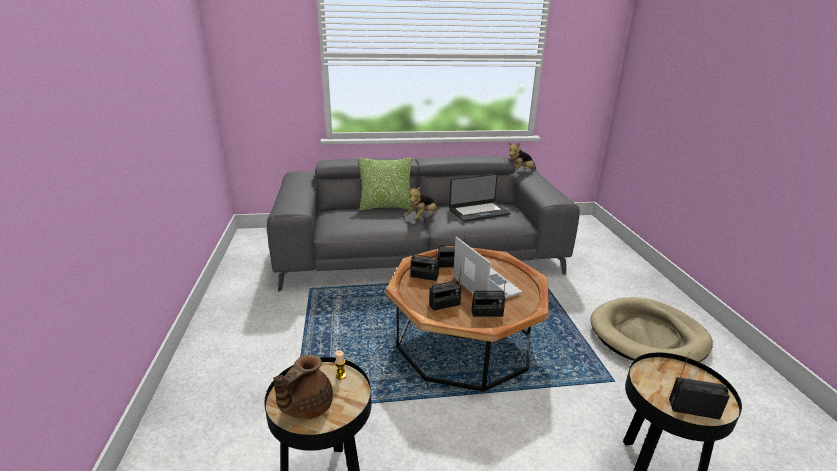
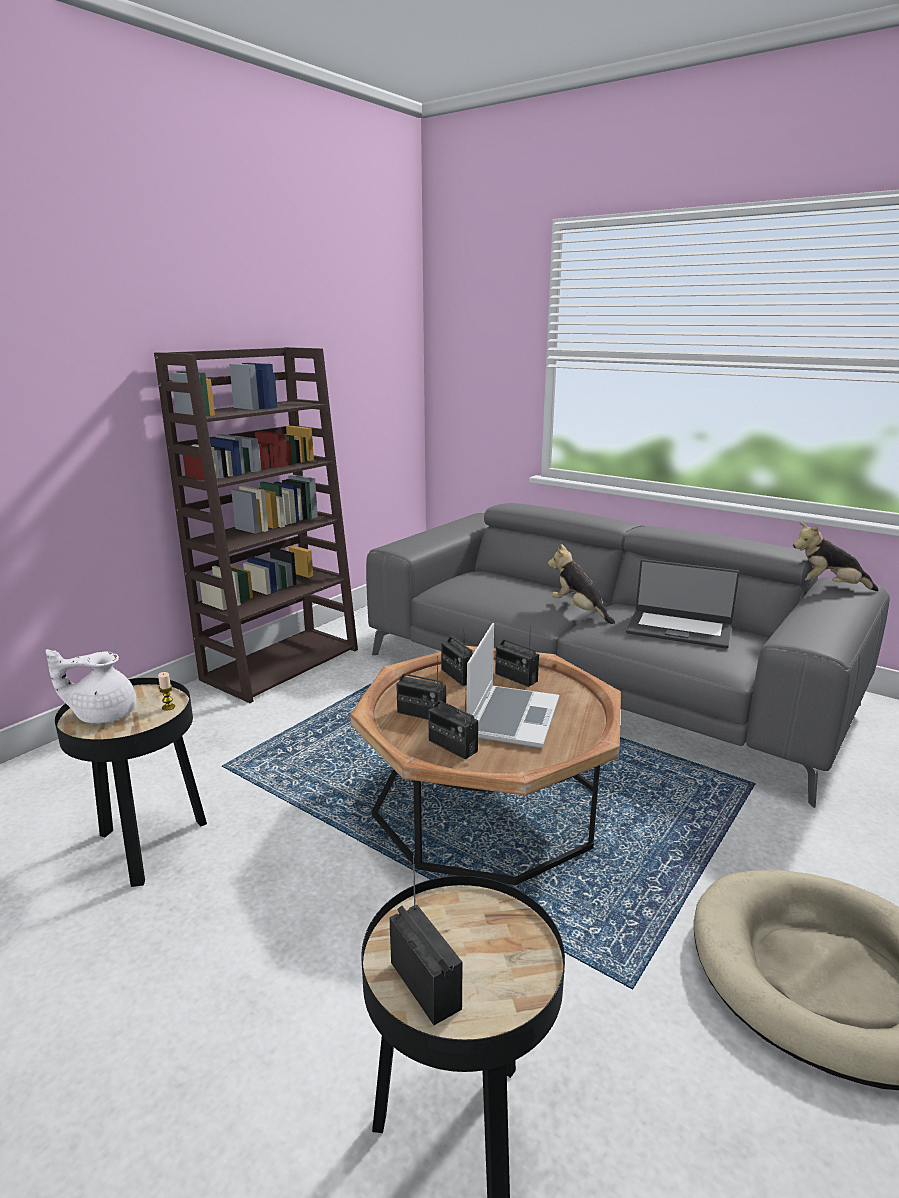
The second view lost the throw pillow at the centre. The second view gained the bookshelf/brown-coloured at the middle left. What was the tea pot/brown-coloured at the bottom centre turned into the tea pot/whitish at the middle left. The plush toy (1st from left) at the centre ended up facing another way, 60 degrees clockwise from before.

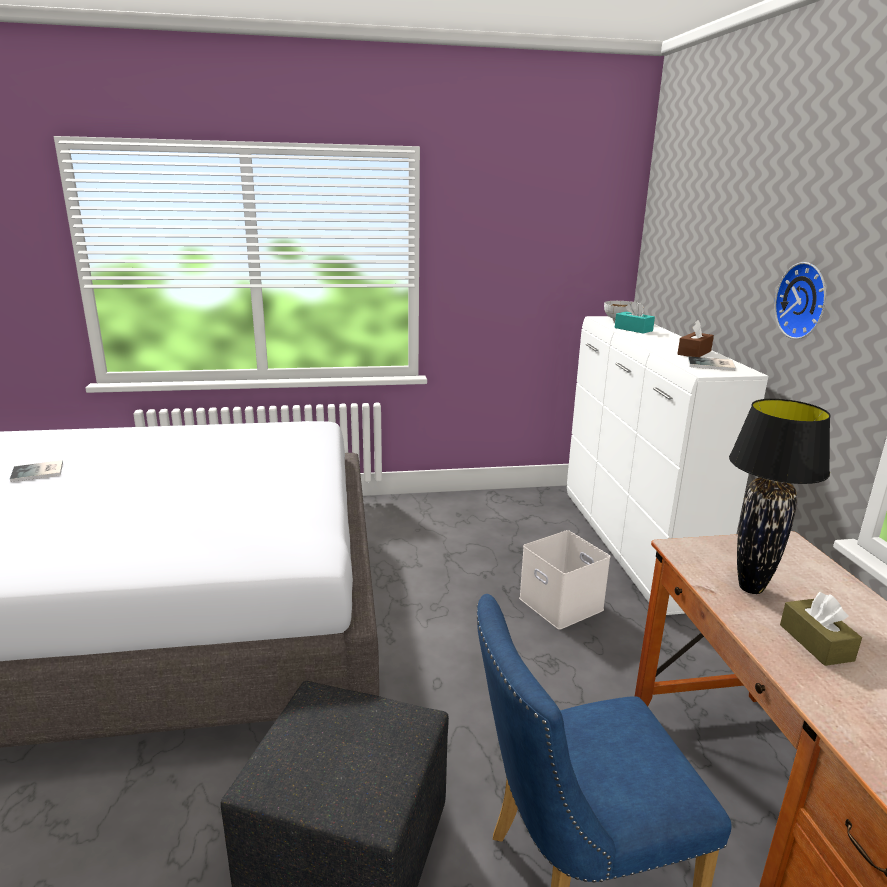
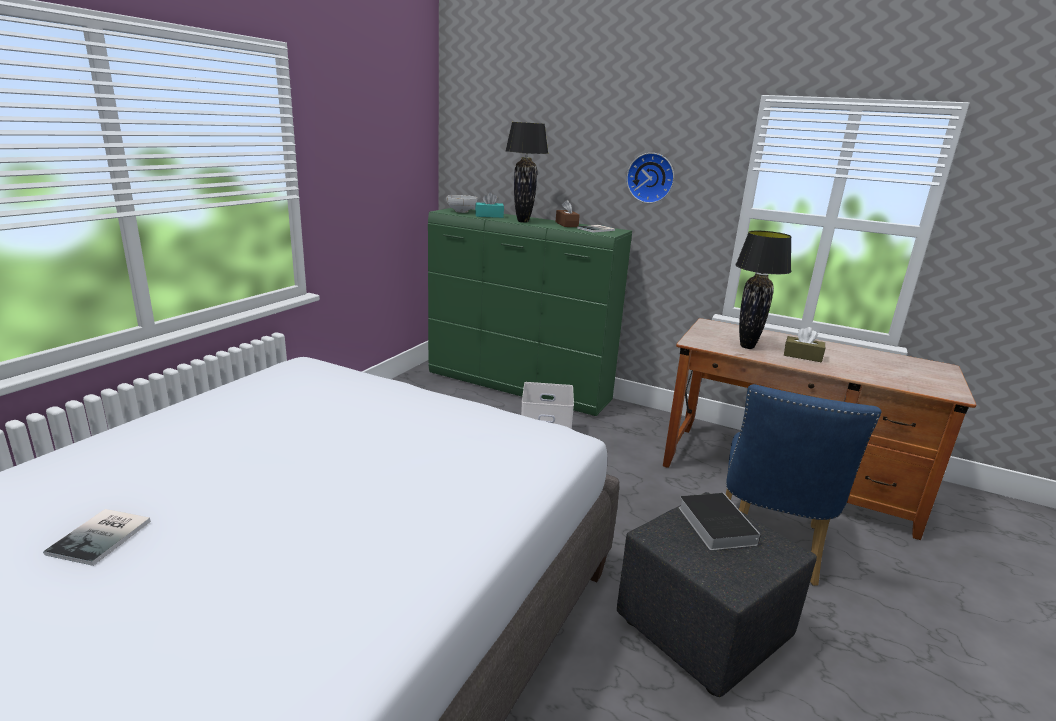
The second view gained the tabletop lamp/black-coloured (1st from left) at the top centre. The second view gained the bound book (3rd from left) at the bottom right. What was the chest of drawers/whitish at the middle right turned into the chest of drawers/green-coloured at the centre.

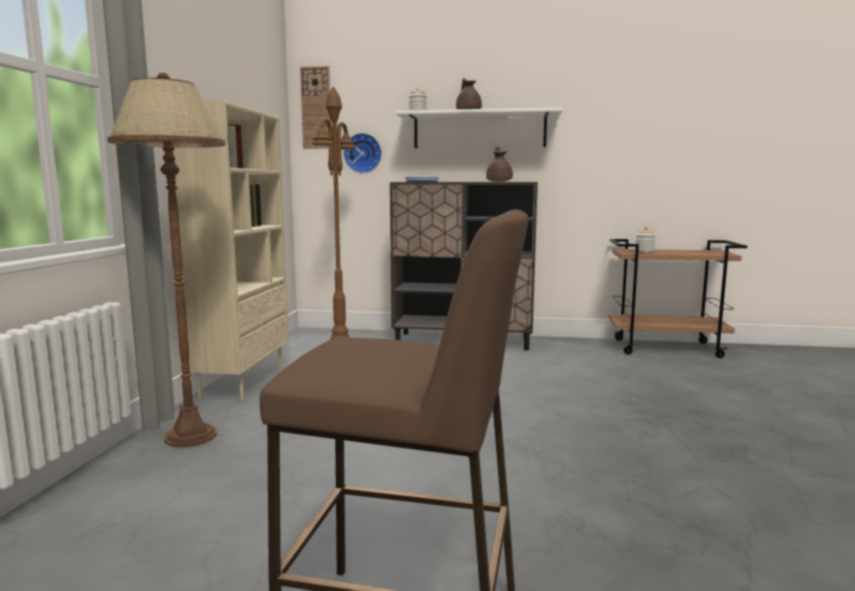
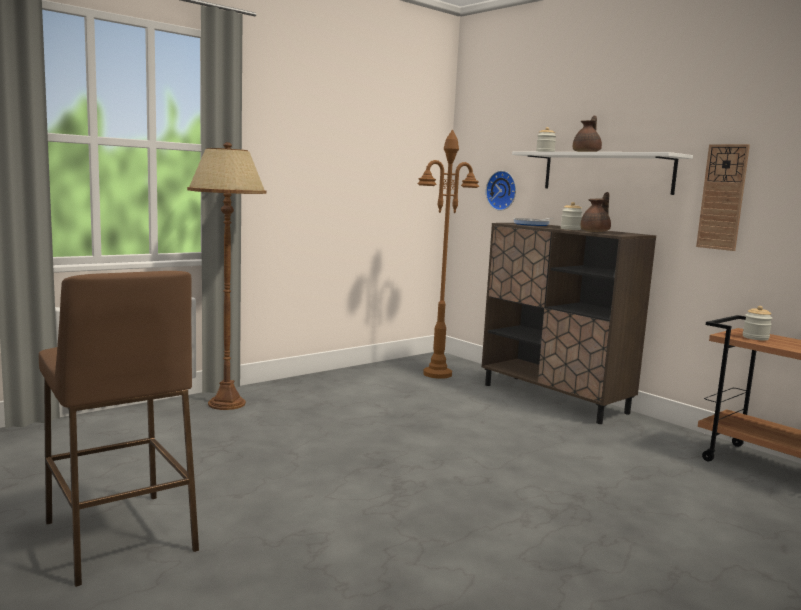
The second view lost the bookshelf/beige-coloured at the middle left. The second view gained the storage jar (2nd from left) at the middle right. The hanging clock (1st from left in the first image) ended up elsewhere, having gone from the top centre to the top right.

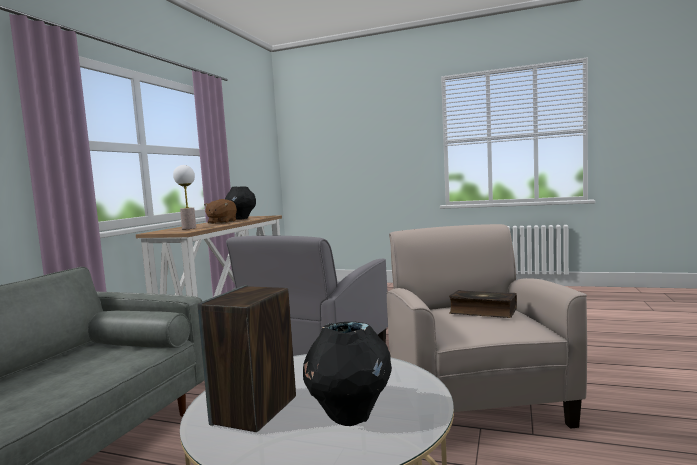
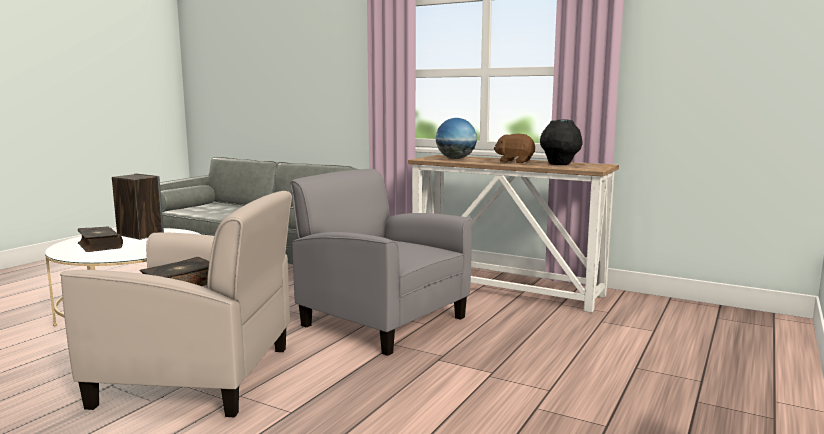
Where the tabletop lamp stood at the middle left, the globe came to stand at the top centre. Where the flower vase/black-coloured (2nd from left) stood at the bottom centre, the bound book (1st from left) came to stand at the middle left.

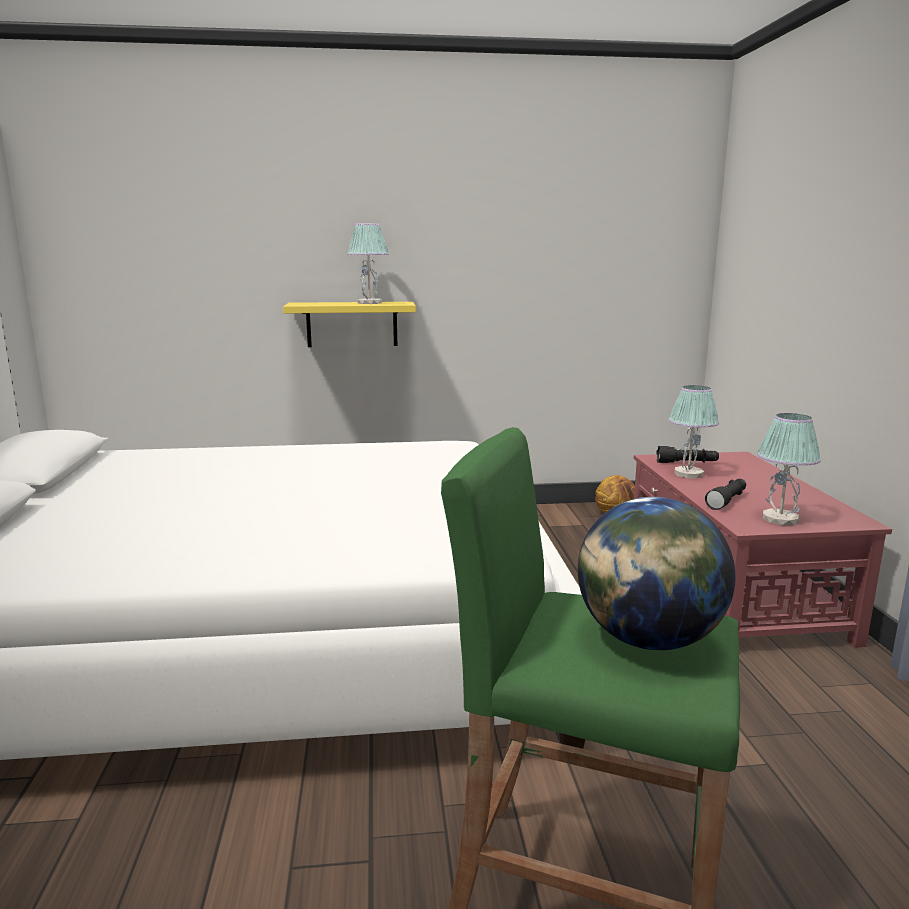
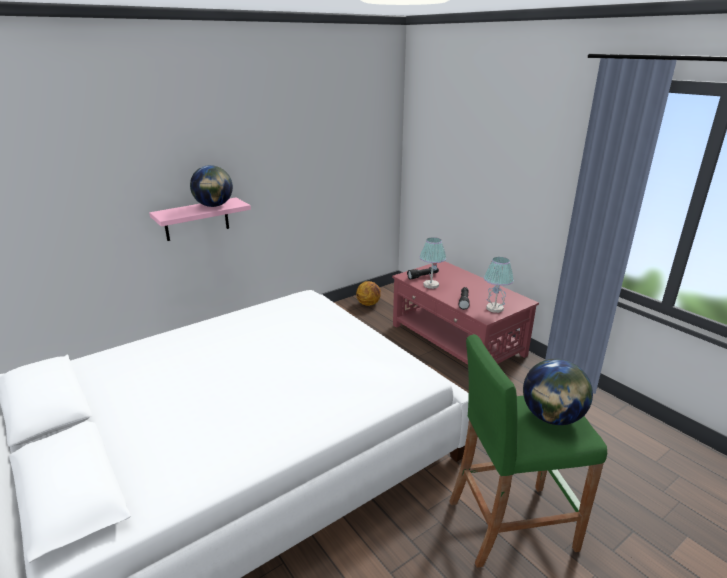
Where the tabletop lamp (1st from left) stood at the top centre, the globe (1st from left) came to stand at the top left. What was the shelf/yellow at the centre turned into the shelf/pink-coloured at the middle left.

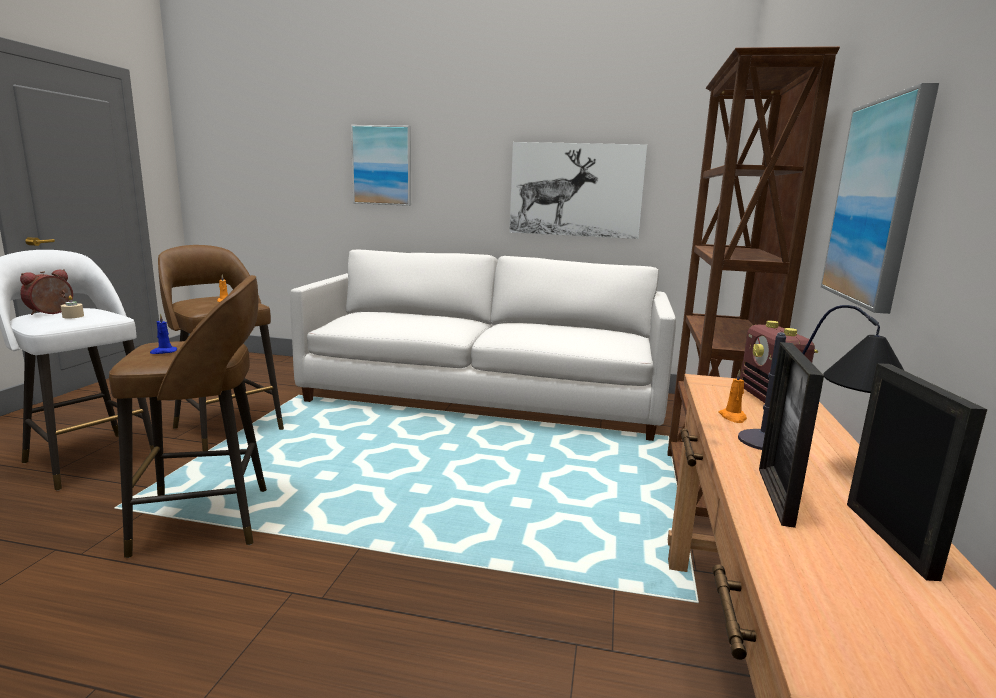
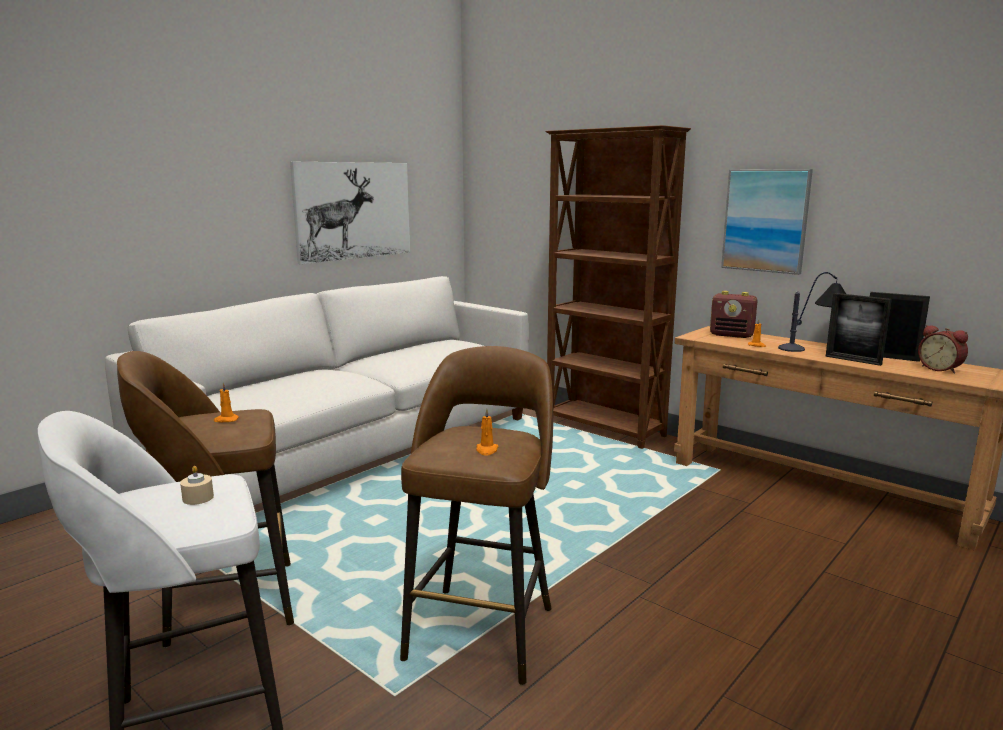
The second view lost the wall picture (1st from left) at the top centre. The table clock ended up elsewhere, having gone from the middle left to the middle right. What was the wax candle/blue at the middle left turned into the wax candle/orangey (2nd from left) at the centre.

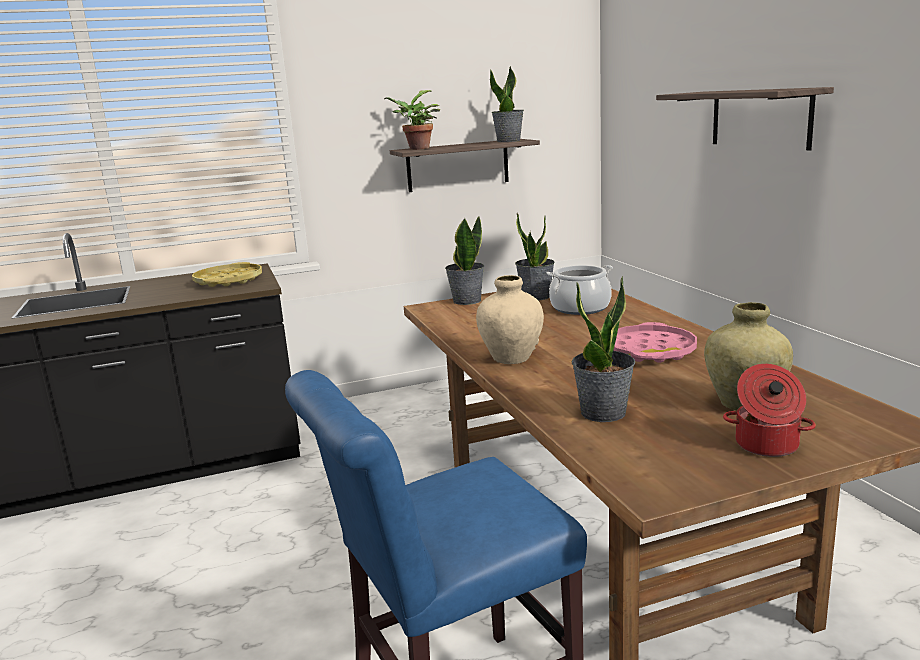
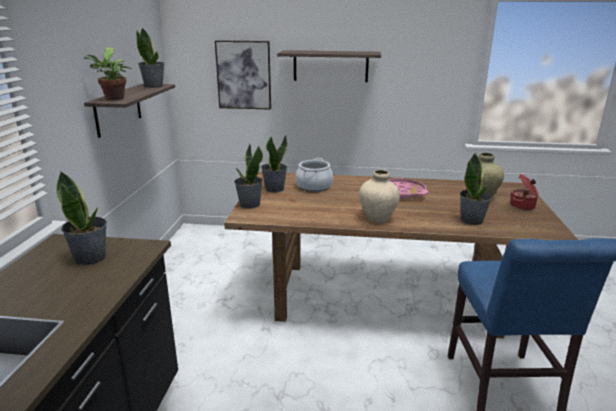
The second view gained the wall picture at the top centre. Where the carrying tray/yellow stood at the middle left, the plant in a pot (1st from left) came to stand at the middle left.

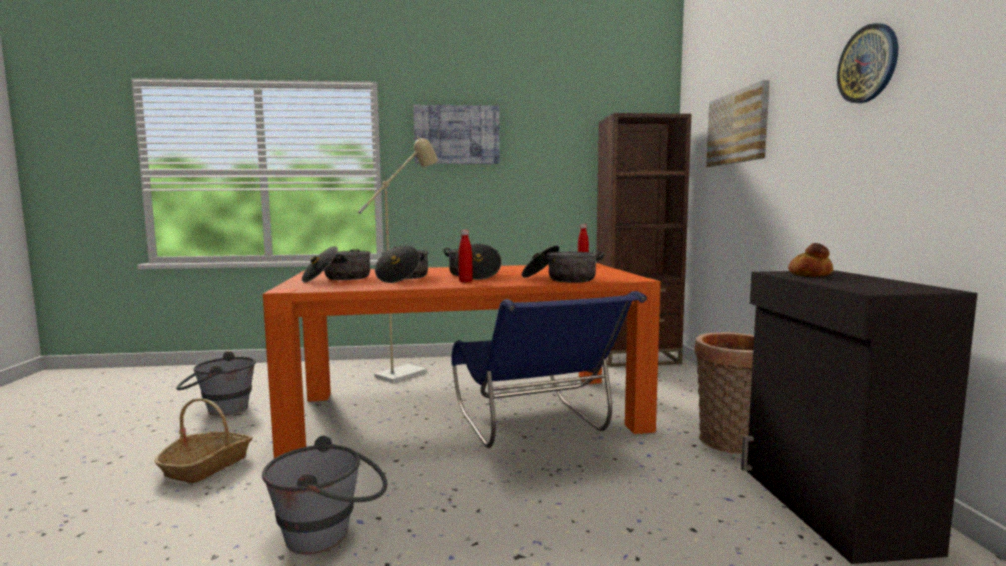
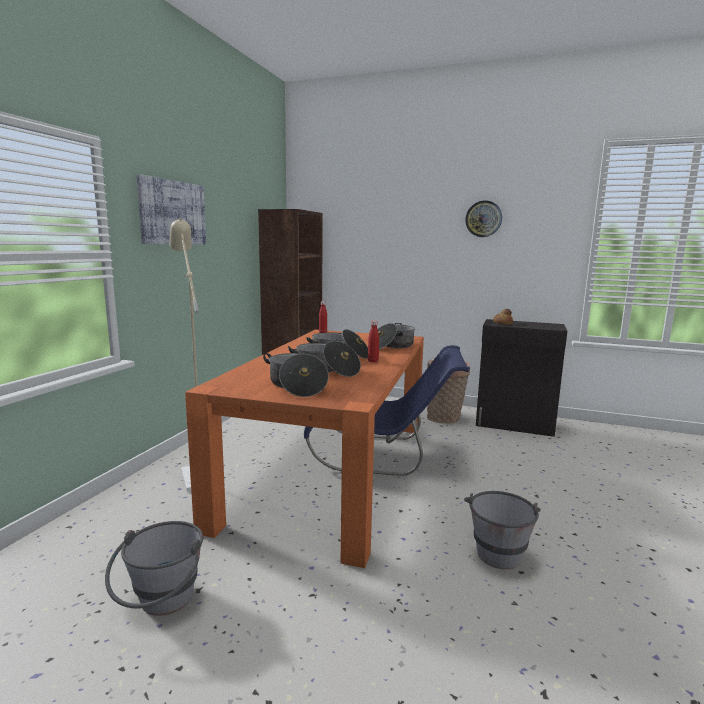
The second view lost the basket (1st from left) at the bottom left. The second view lost the wall picture (2nd from left) at the top right.

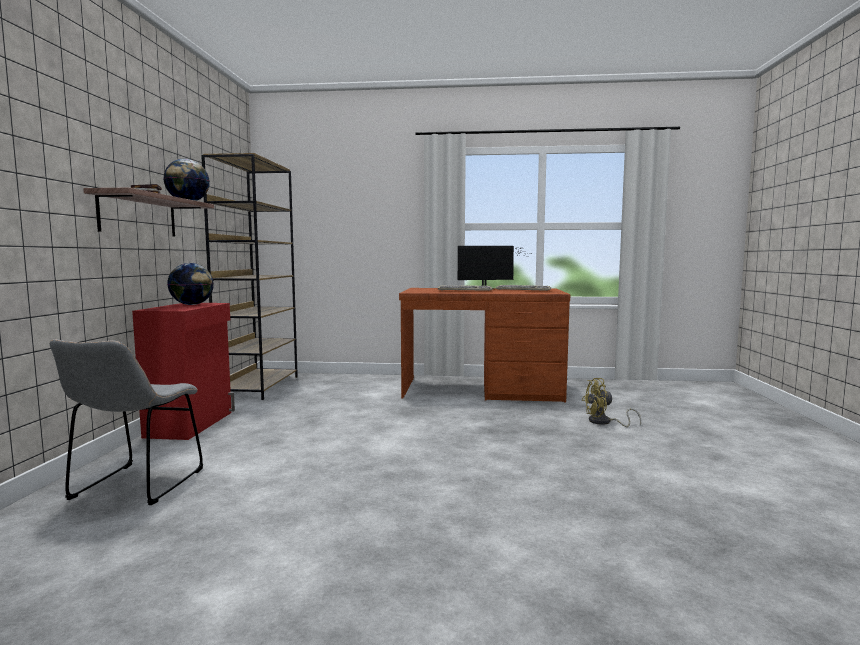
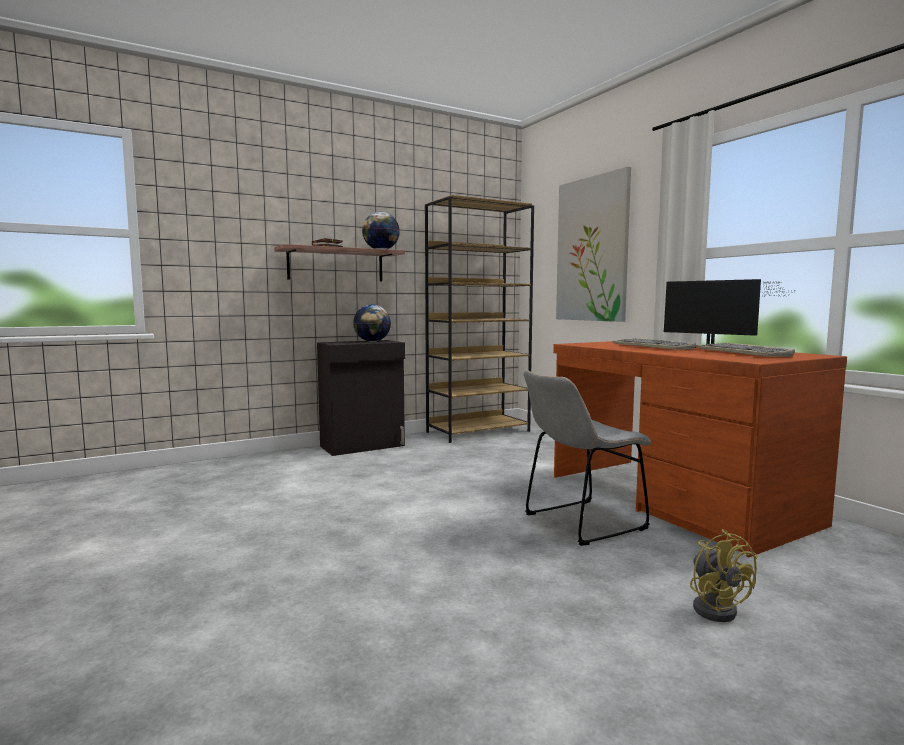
The second view gained the wall picture at the top centre. The upright chair/grey ended up elsewhere, having gone from the middle left to the centre. What was the cupboard/red-coloured at the middle left turned into the cupboard/black-coloured at the centre. The electric fan/yellow at the middle right ended up facing another way, 150 degrees counterclockwise from before.

